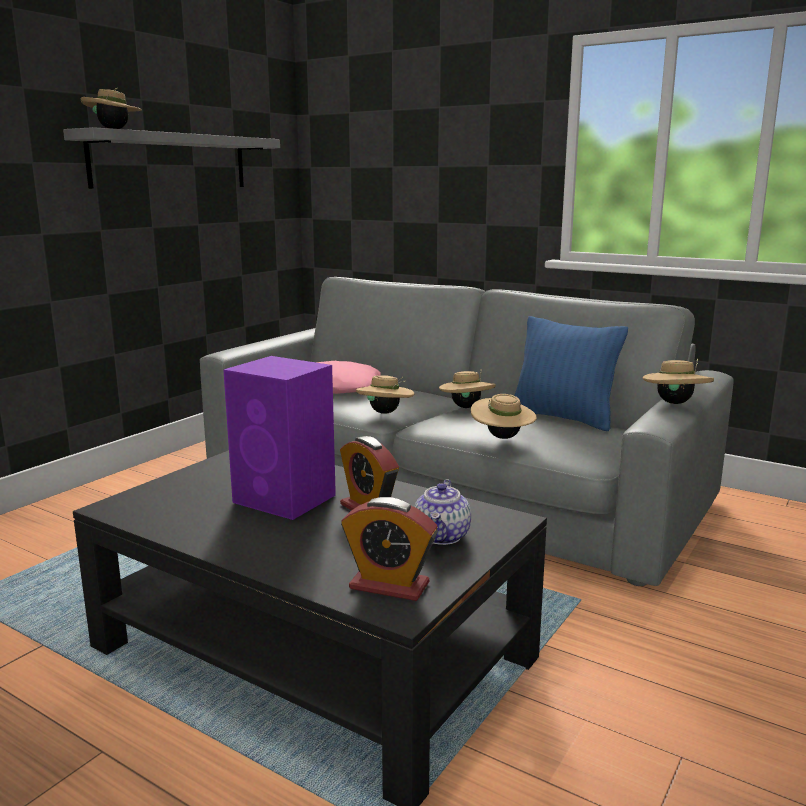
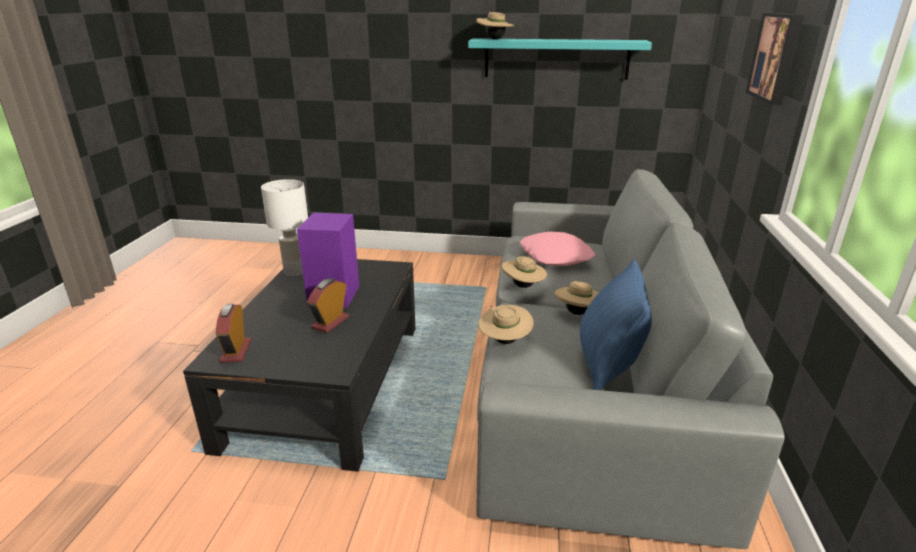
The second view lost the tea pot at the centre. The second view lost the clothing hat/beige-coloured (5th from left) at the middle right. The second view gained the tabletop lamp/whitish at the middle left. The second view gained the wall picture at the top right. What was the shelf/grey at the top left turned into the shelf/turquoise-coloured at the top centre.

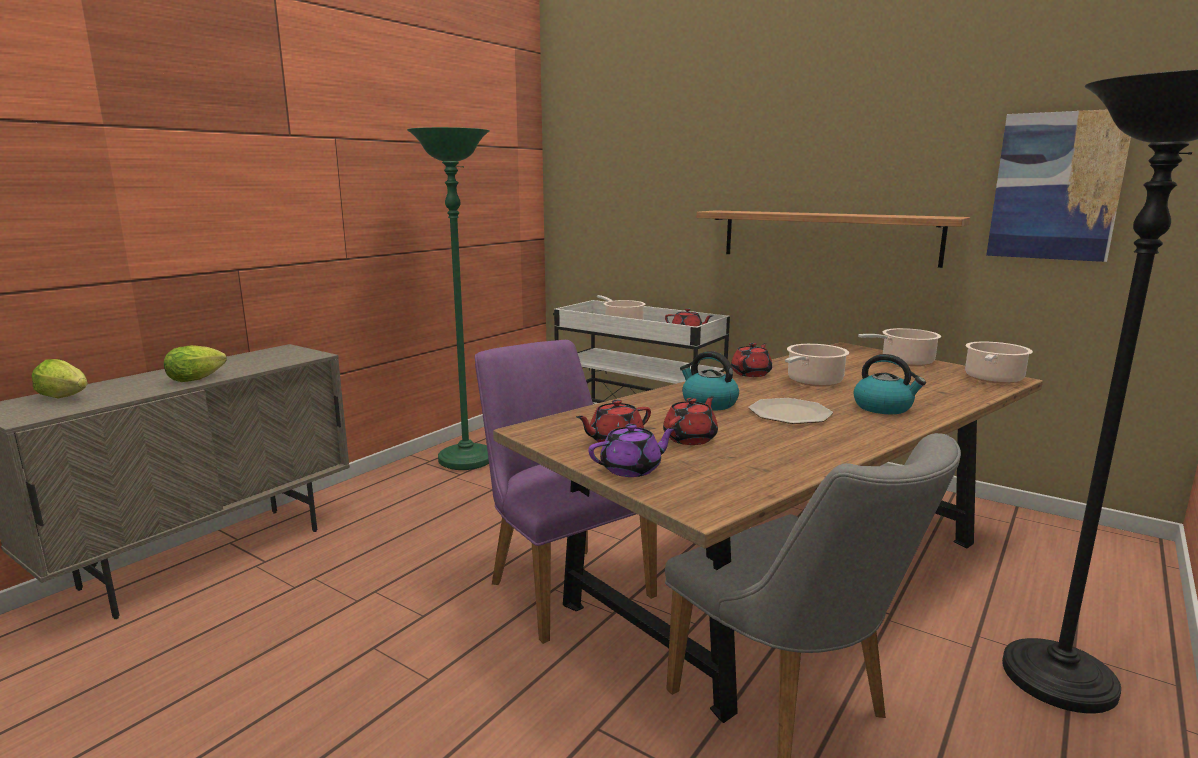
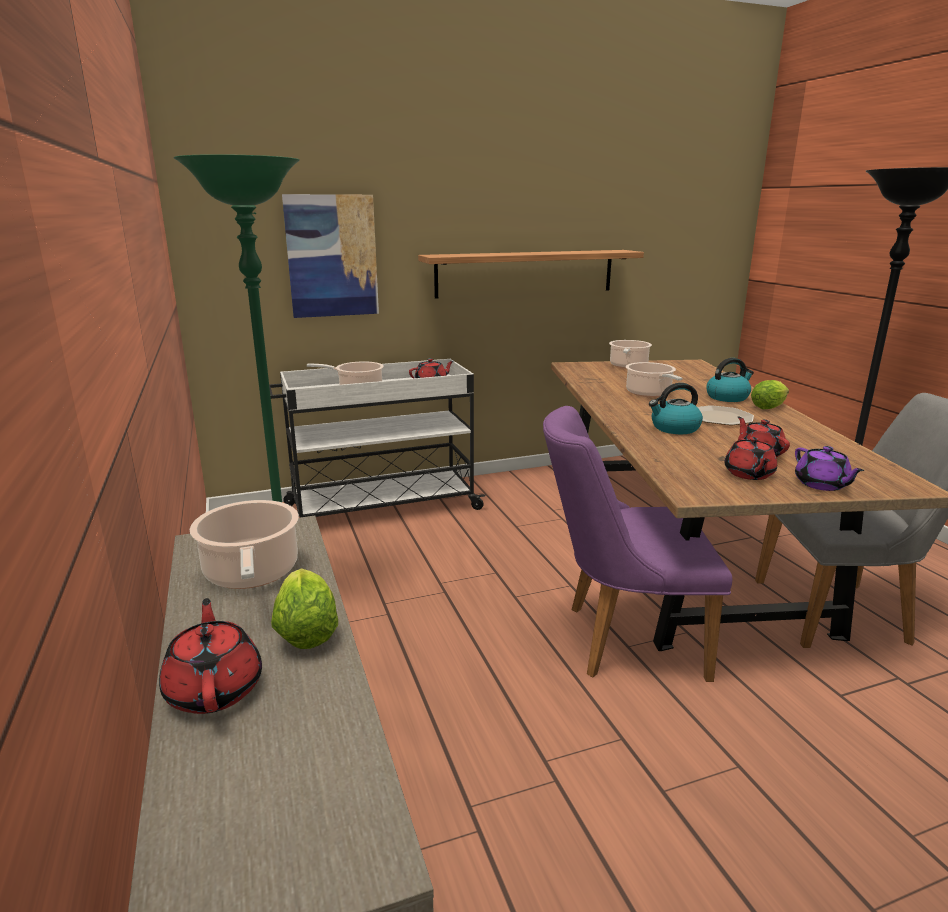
The lettuce head (1st from left in the first image) ended up elsewhere, having gone from the middle left to the middle right. The tea pot/red-coloured (4th from left in the first image) ended up elsewhere, having gone from the centre to the bottom left. The stockpot (4th from left in the first image) ended up elsewhere, having gone from the middle right to the middle left. The wall picture ended up elsewhere, having gone from the top right to the top centre. The tea pot/purple-coloured at the centre ended up facing another way, 150 degrees clockwise from before.

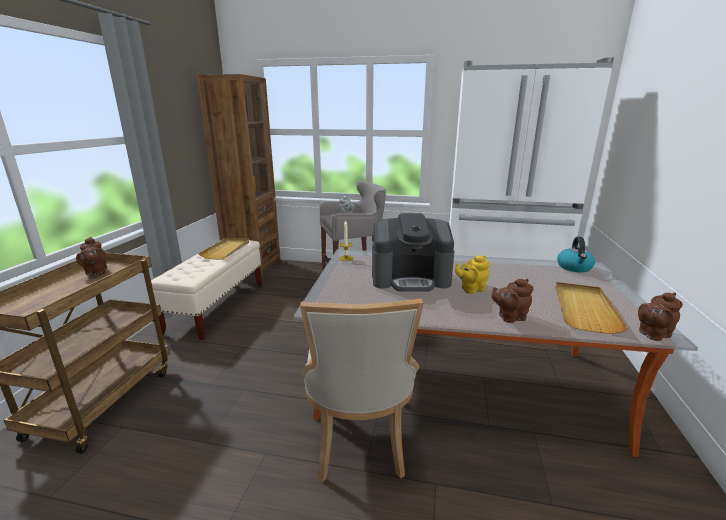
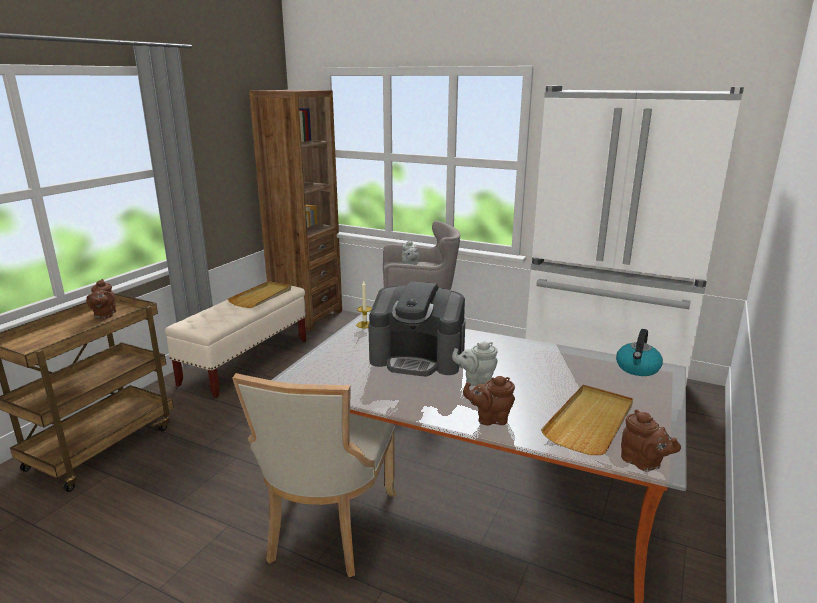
What was the tea pot/yellow at the centre turned into the tea pot/grey (2nd from left) at the centre. The tea pot/brown-coloured (3rd from left) at the middle right ended up facing another way, 120 degrees counterclockwise from before.

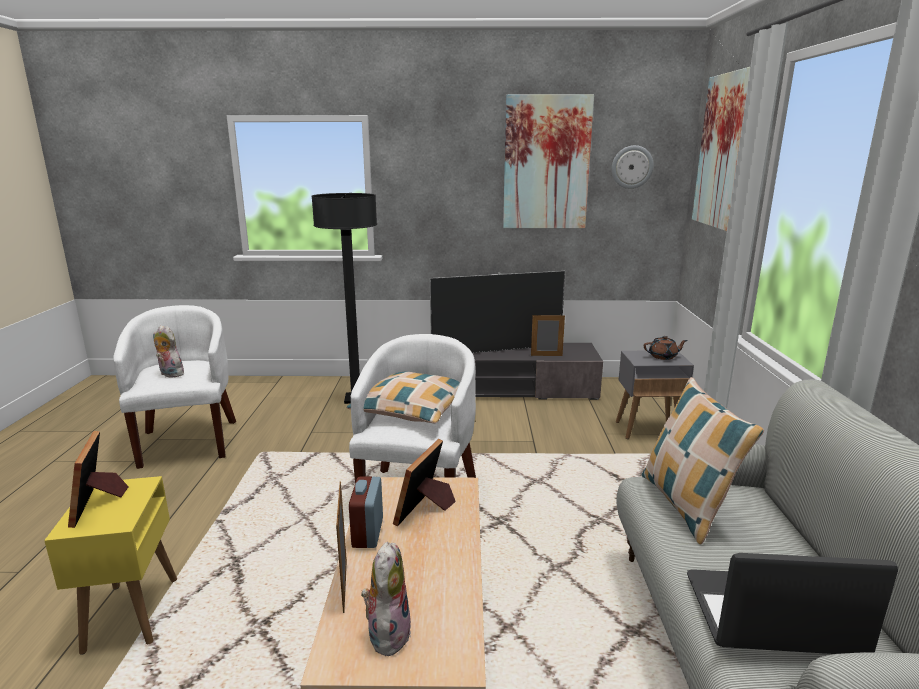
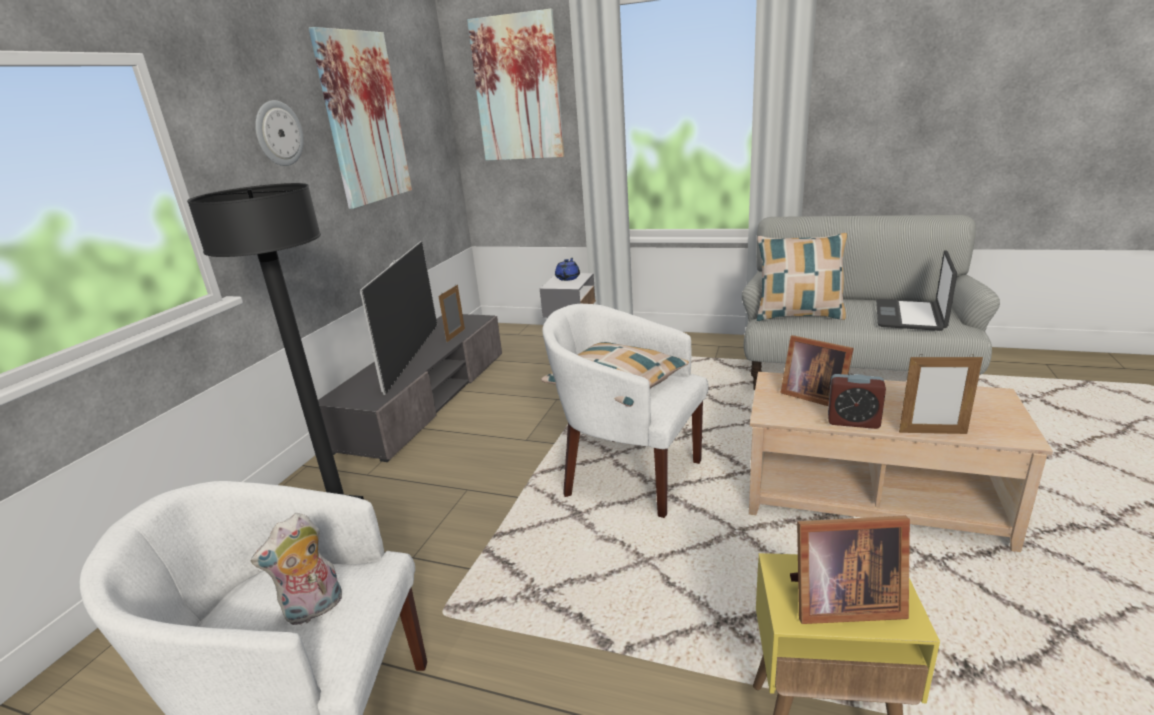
The second view lost the plush toy (2nd from left) at the bottom centre. The hanging clock ended up elsewhere, having gone from the top right to the top left. What was the tea pot/brown-coloured at the middle right turned into the tea pot/blue at the centre.

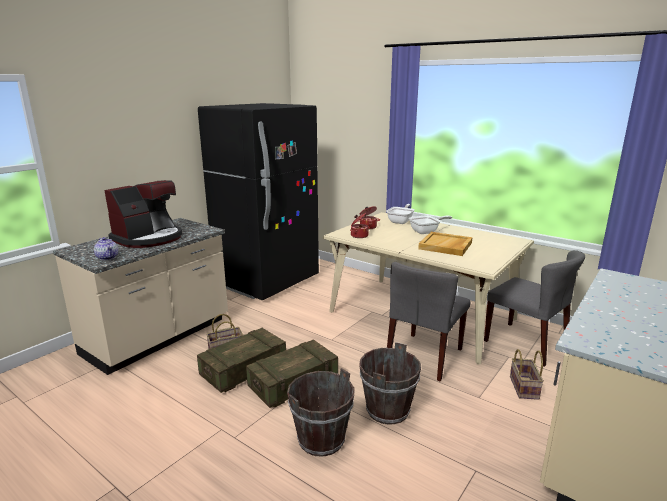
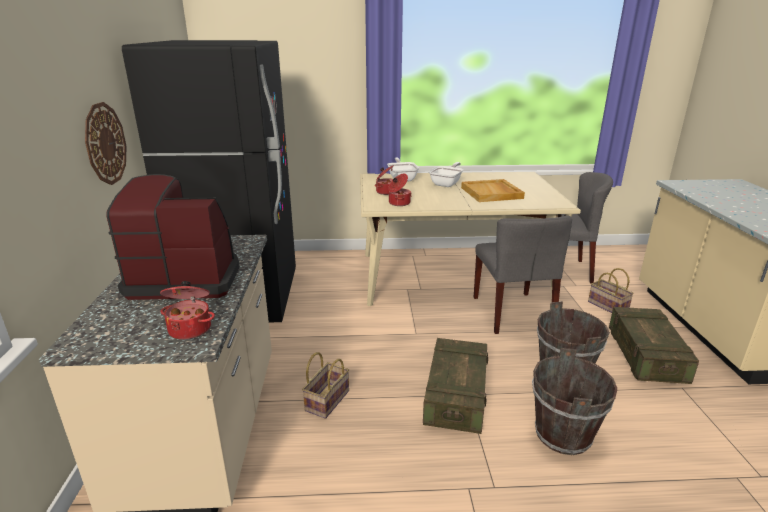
The second view gained the hanging clock at the top left. The crate (1st from left in the first image) ended up elsewhere, having gone from the bottom centre to the bottom right. Where the tea pot stood at the middle left, the stockpot (1st from left) came to stand at the middle left. The coffee machine at the middle left ended up facing another way, 90 degrees counterclockwise from before.

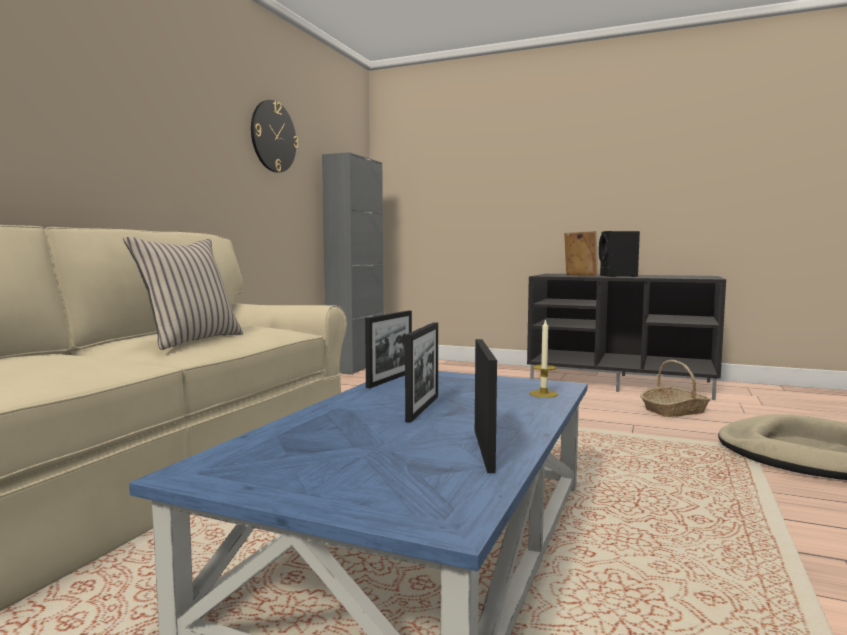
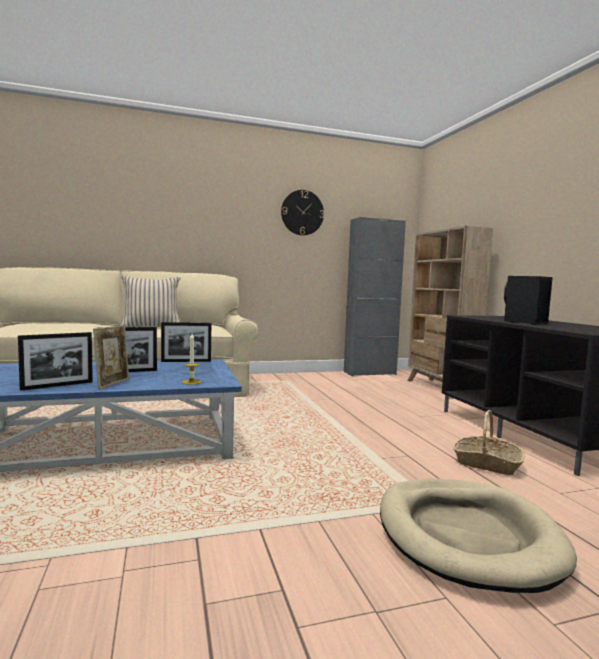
The second view gained the bookshelf/beige-coloured at the middle right. The picture frame (4th from left in the first image) ended up elsewhere, having gone from the middle right to the middle left.

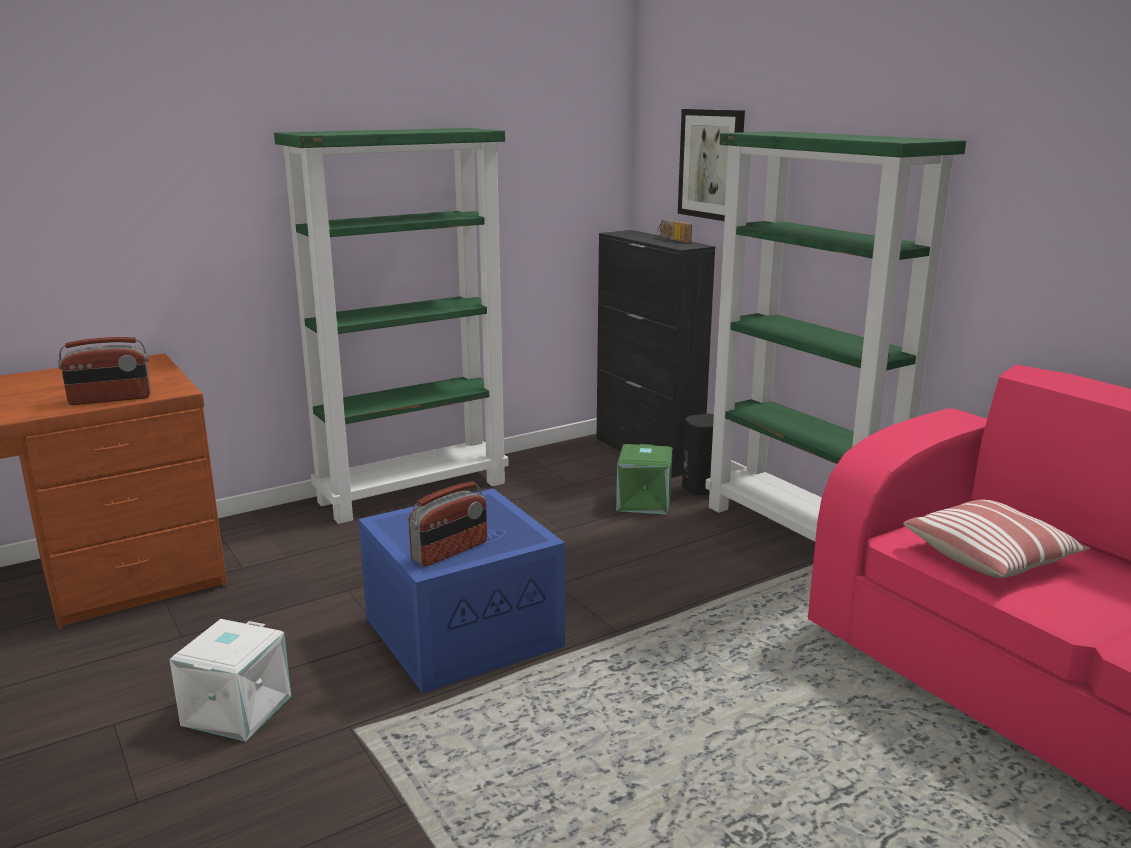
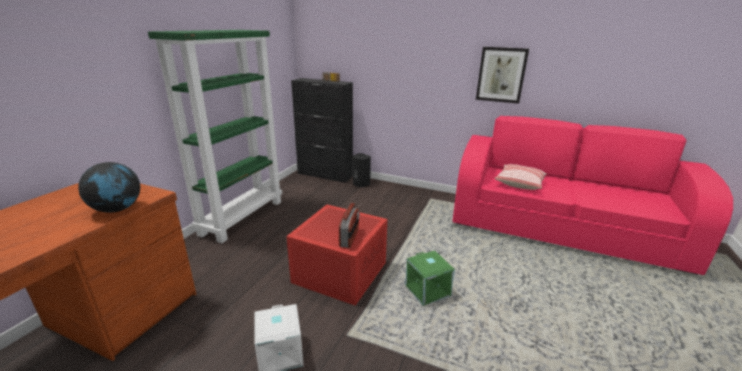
The second view lost the bookshelf/green-coloured (2nd from left) at the middle right. The storage box/green-coloured ended up elsewhere, having gone from the centre to the bottom centre. The wall picture ended up elsewhere, having gone from the top centre to the top right. Where the radio (1st from left) stood at the middle left, the globe came to stand at the middle left. What was the storage box/blue at the bottom centre turned into the storage box/red-coloured at the bottom centre.

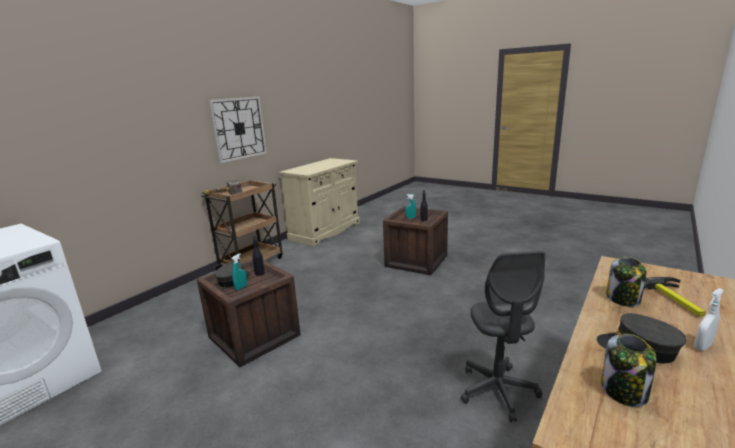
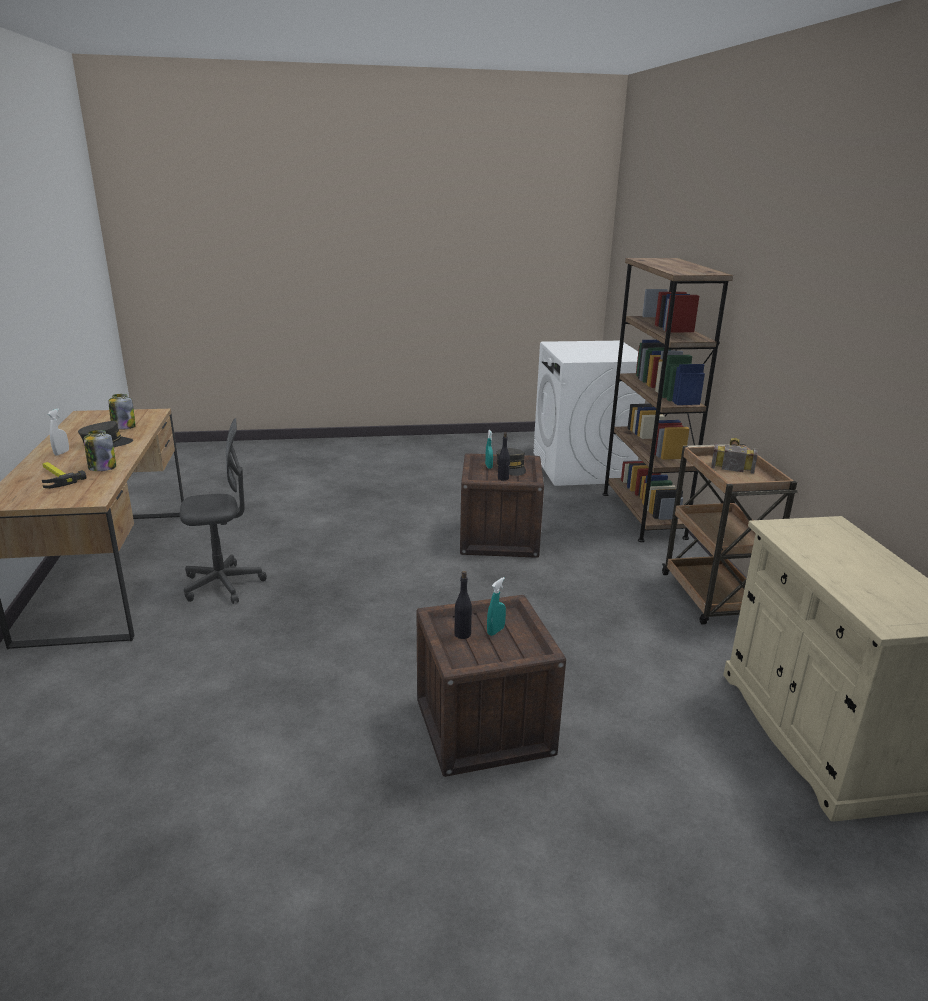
The second view lost the hanging clock at the top left. The second view gained the bookshelf/brown-coloured at the middle right. The office chair/grey at the bottom right ended up facing another way, 120 degrees clockwise from before.

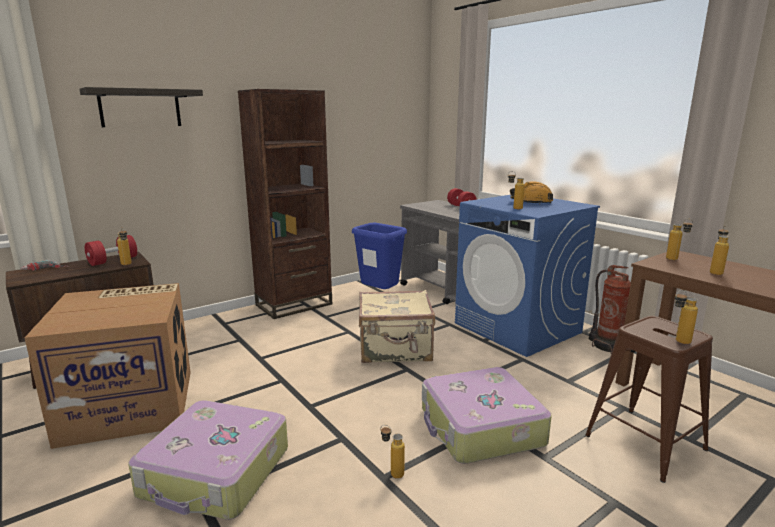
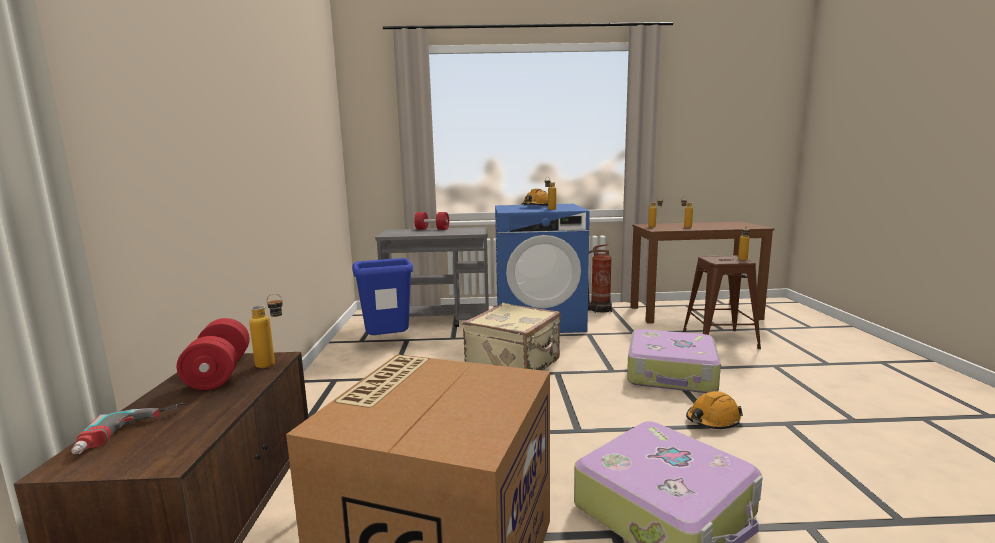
The second view lost the shelf at the top left. The second view lost the bookshelf/brown-coloured at the centre. Where the bottle (2nd from left) stood at the bottom centre, the safety helmet/orangey (2nd from left) came to stand at the bottom right.

